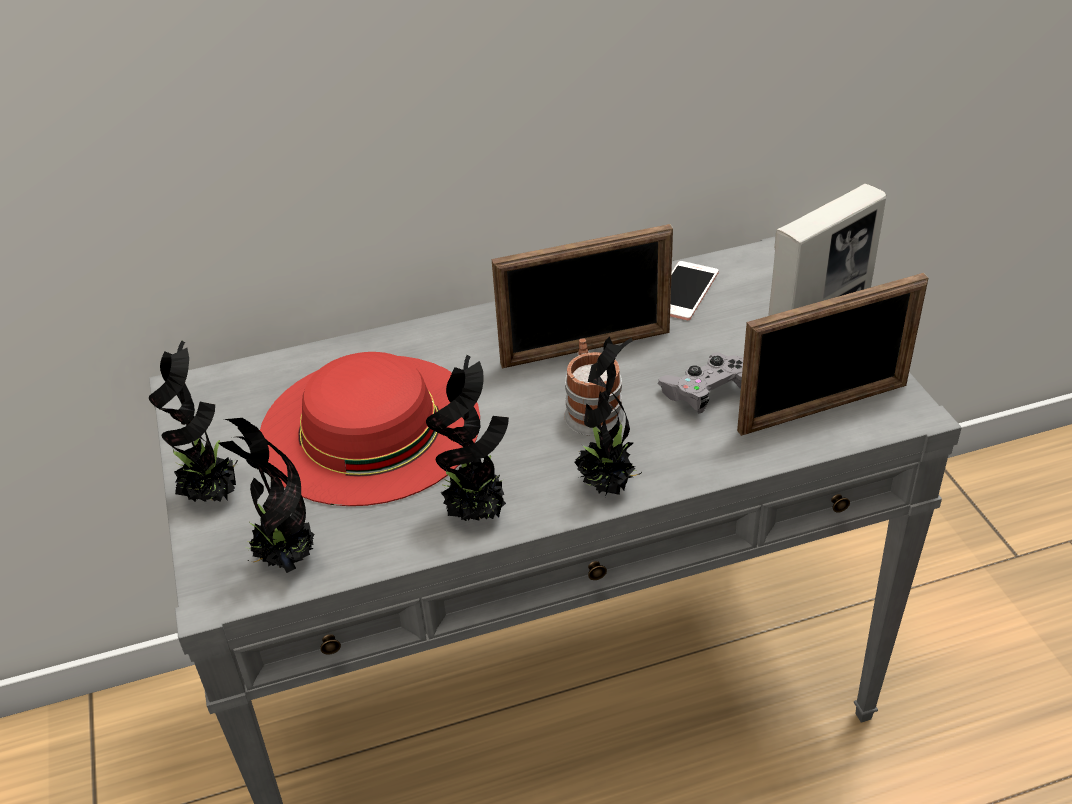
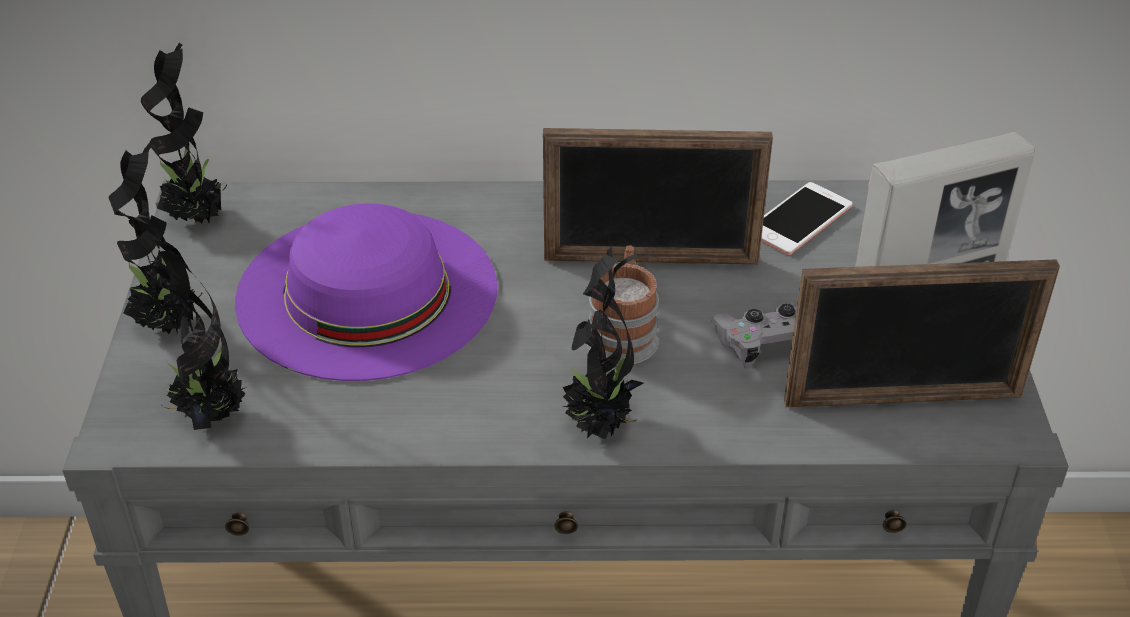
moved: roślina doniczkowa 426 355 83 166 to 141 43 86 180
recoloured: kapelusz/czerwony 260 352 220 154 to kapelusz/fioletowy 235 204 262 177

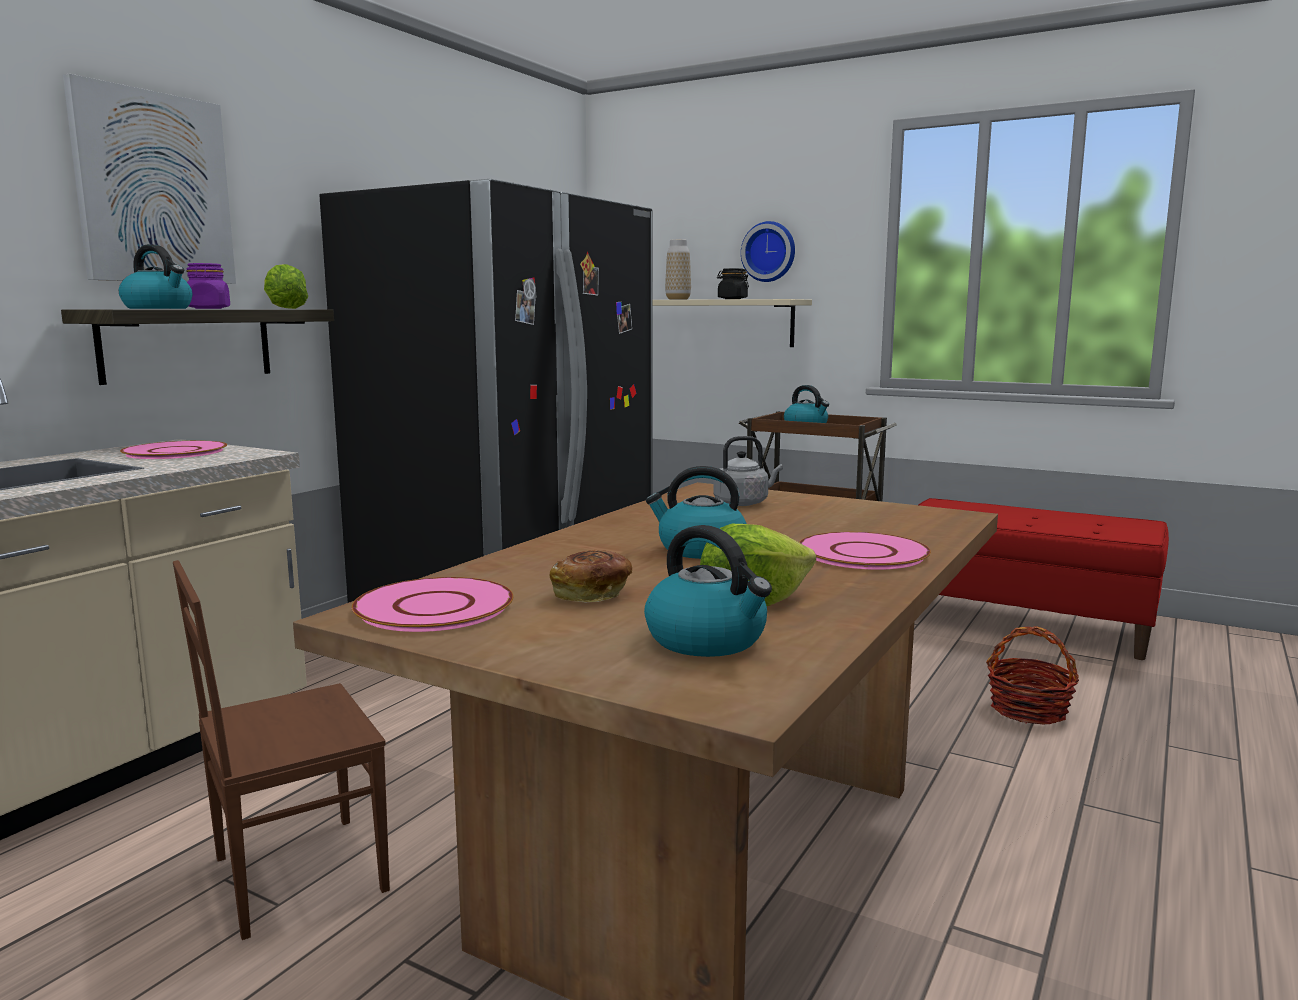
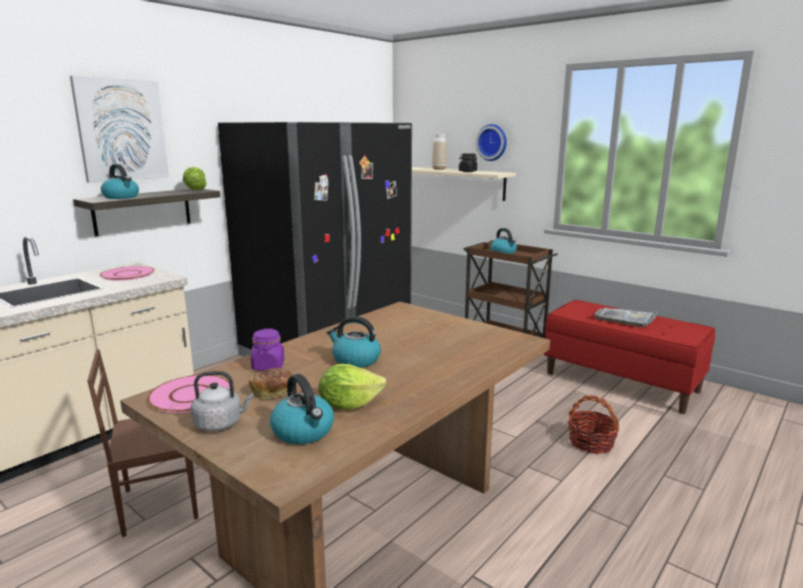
removed: talerz/różowy 799 532 132 38
added: taca/szary 594 308 64 19
moved: słoik/fioletowy 187 263 43 46 to 251 329 33 41; czajnik/szary 713 436 70 70 to 191 371 63 61

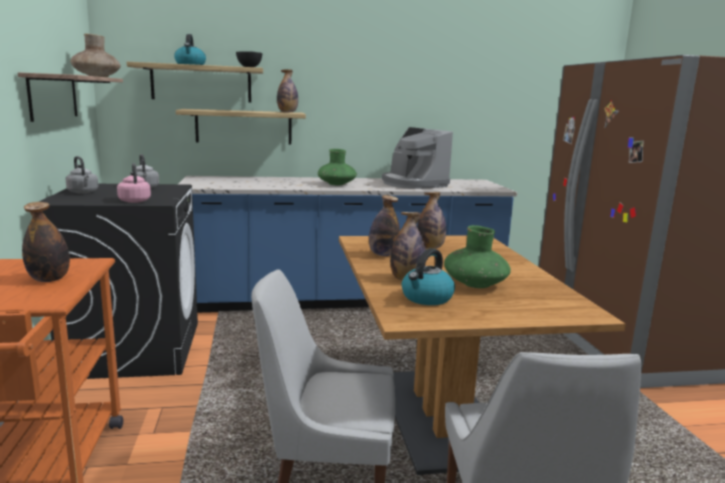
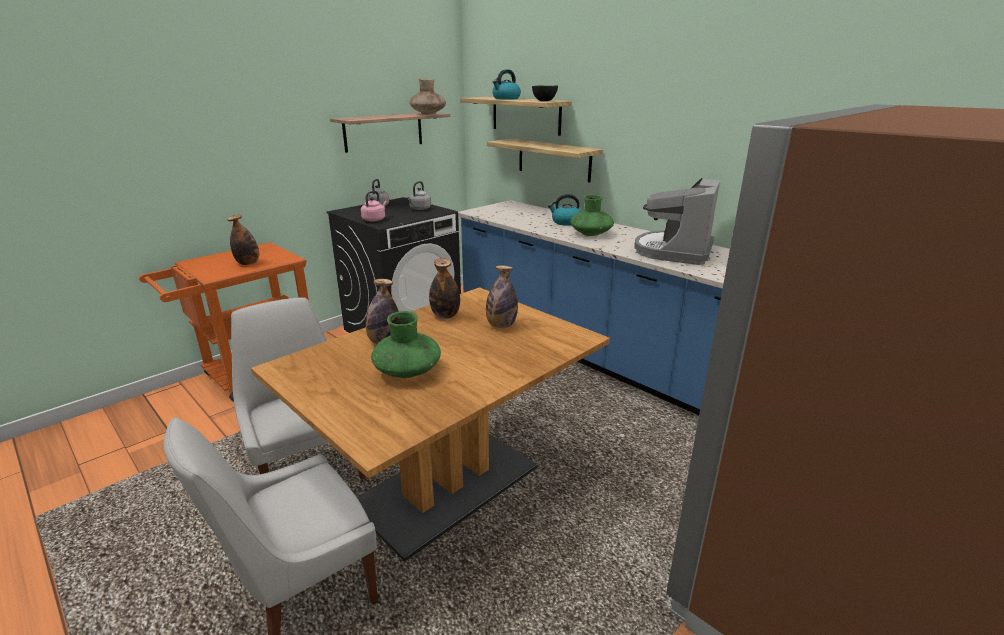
removed: butelka 277 69 21 43
moved: czajnik 402 249 53 56 to 548 194 32 32

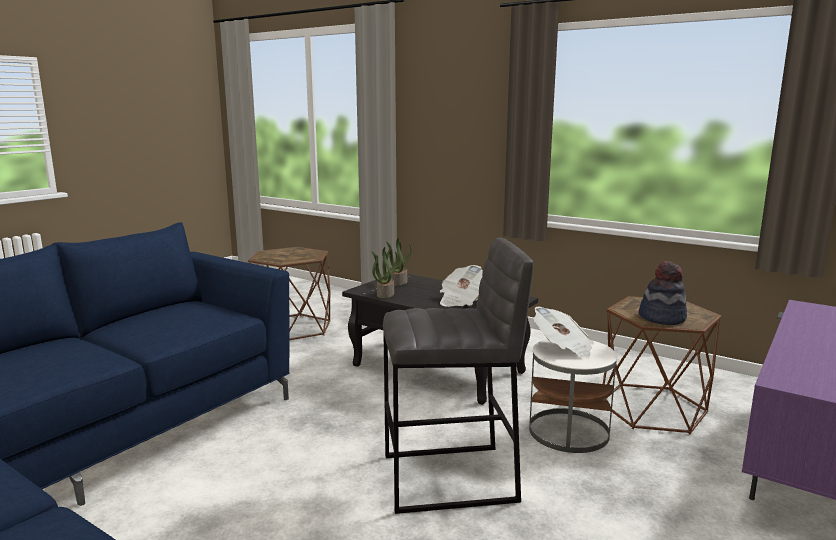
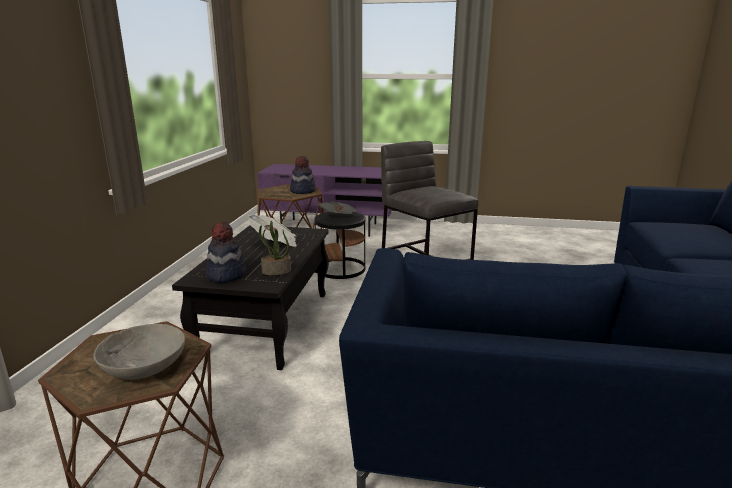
added: miska/szary 93 324 92 56
replaced: roślina doniczkowa 386 238 26 48 to kapelusz 206 222 41 61
recoloured: stolik/biały 529 339 88 114 to stolik/czarny 314 212 52 67

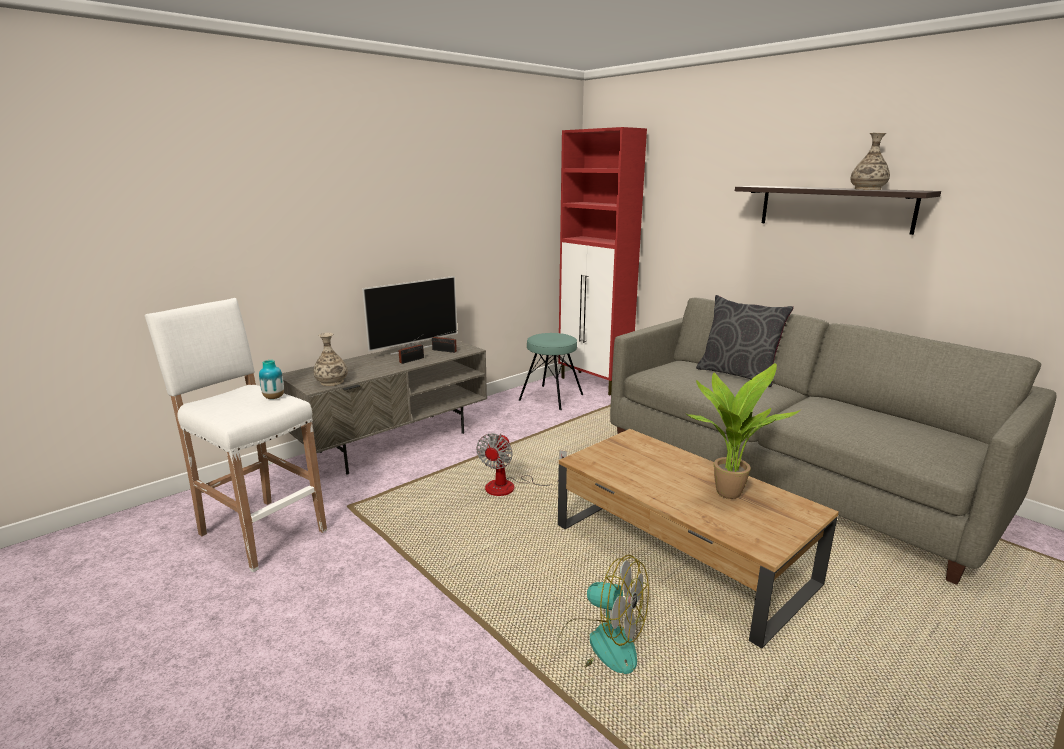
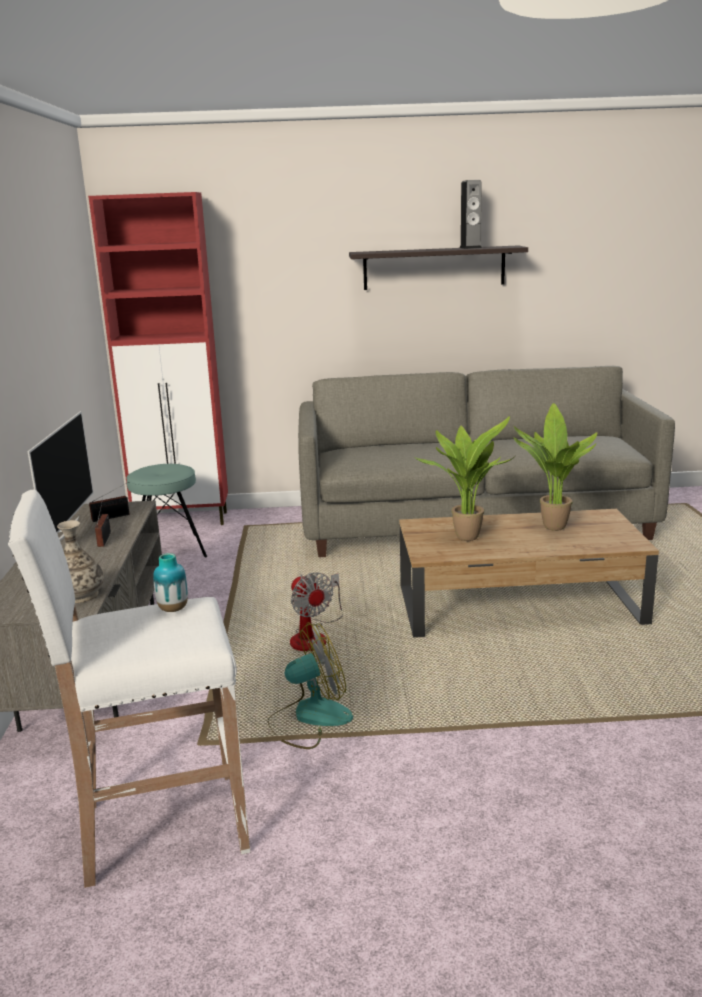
removed: poduszka/szary 696 295 98 92
added: roślina doniczkowa 413 416 102 125
moved: wentylator 558 555 91 119 to 268 622 85 127
replaced: wazon 850 133 40 57 to głośnik 459 180 23 69

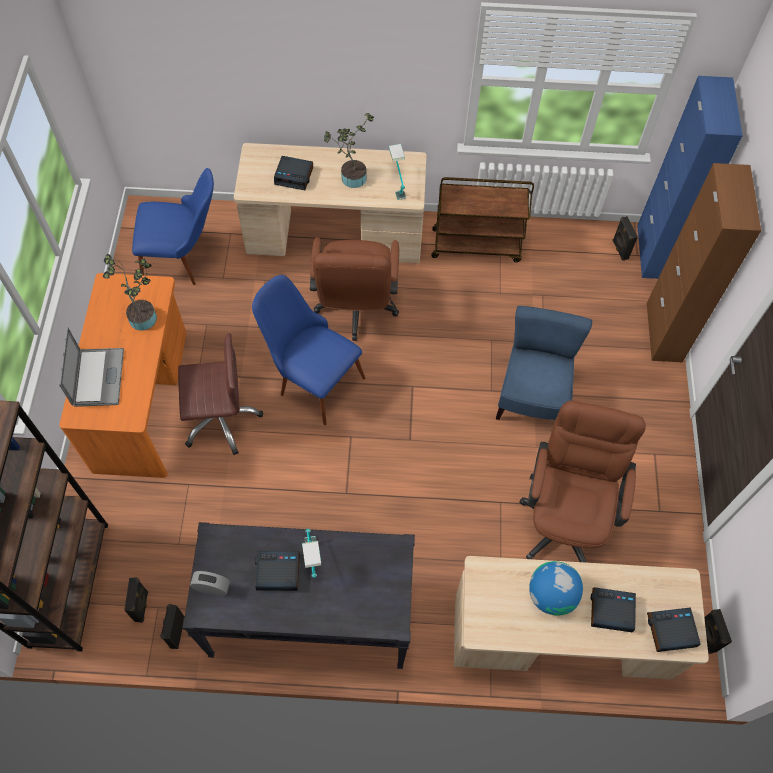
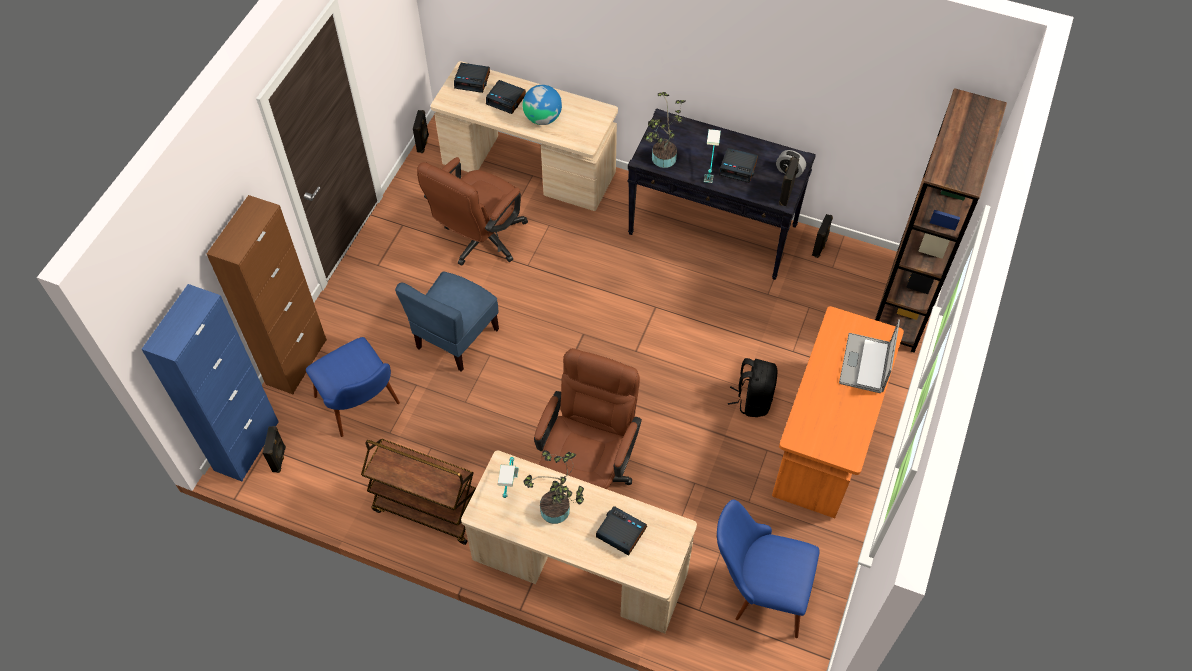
moved: roślina doniczkowa 103 254 54 77 to 644 92 42 76; krzesło/niebieski 252 275 113 150 to 306 337 94 100; głośnik/czarny 124 577 24 46 to 779 157 20 49
replaced: krzesło biurowe/brązowy 178 333 85 122 to plecak/czarny 728 358 49 59

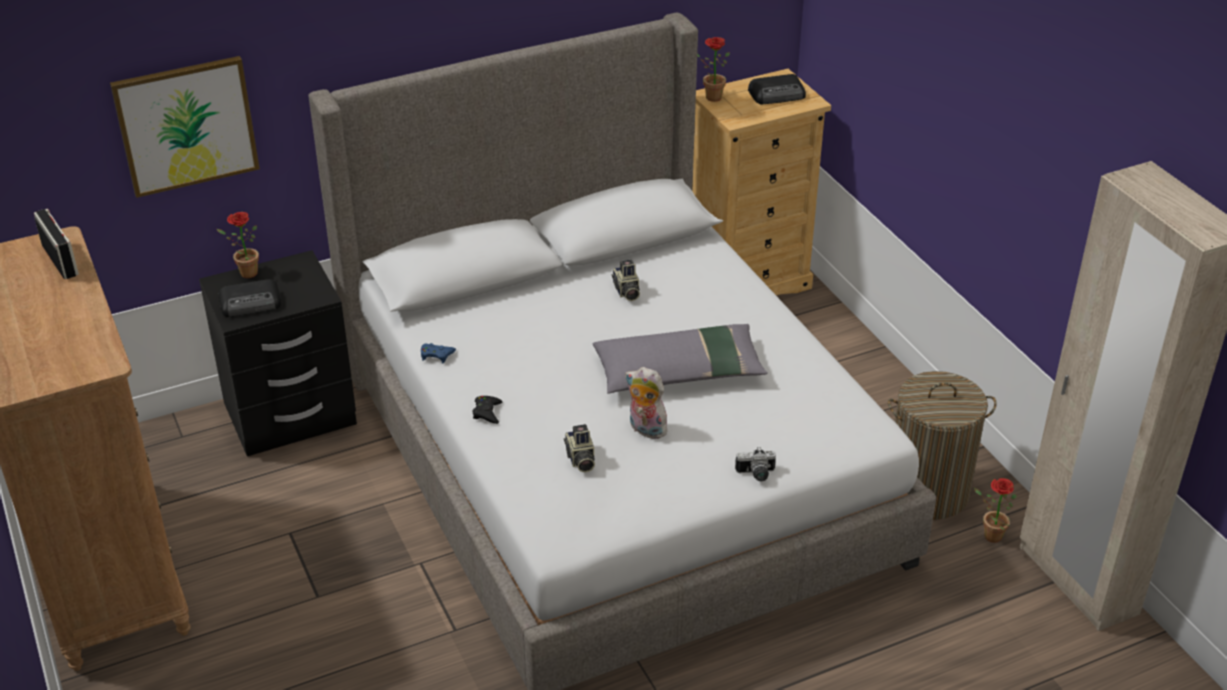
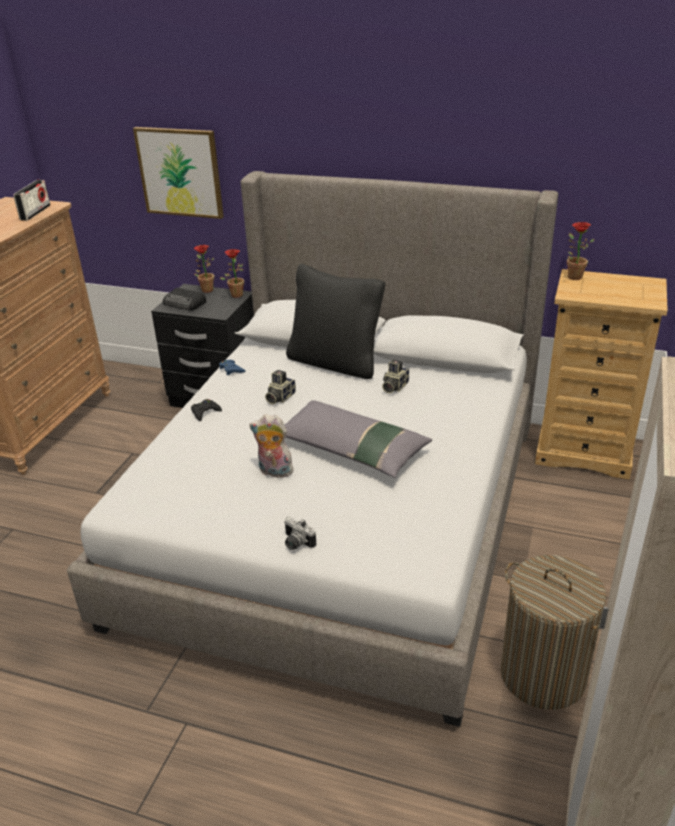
removed: radio 748 74 58 30
added: poduszka/czarny 286 264 99 115
moved: aparat fotograficzny 564 424 31 48 to 265 370 31 34; roślina doniczkowa 974 478 43 65 to 220 249 24 49
turned: pluszak 625 367 46 72 = 249 414 44 64 60 degrees counterclockwise

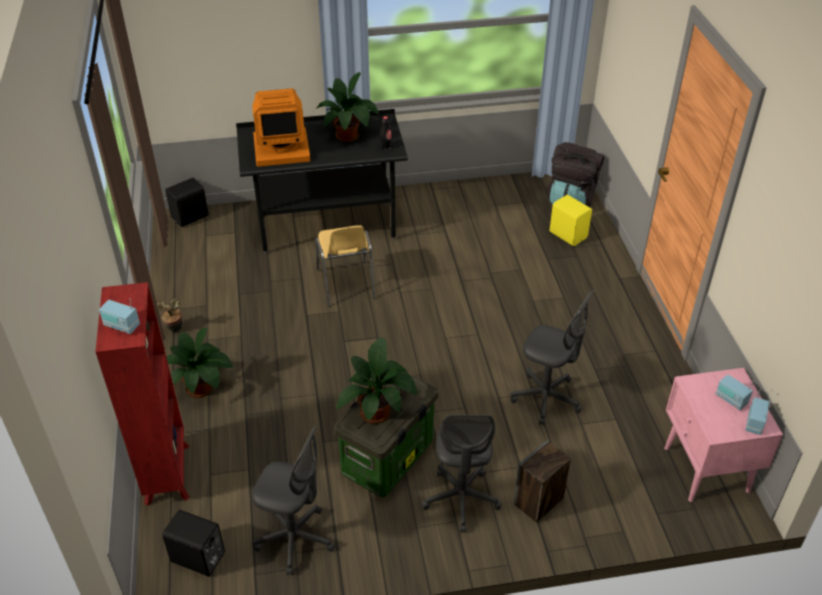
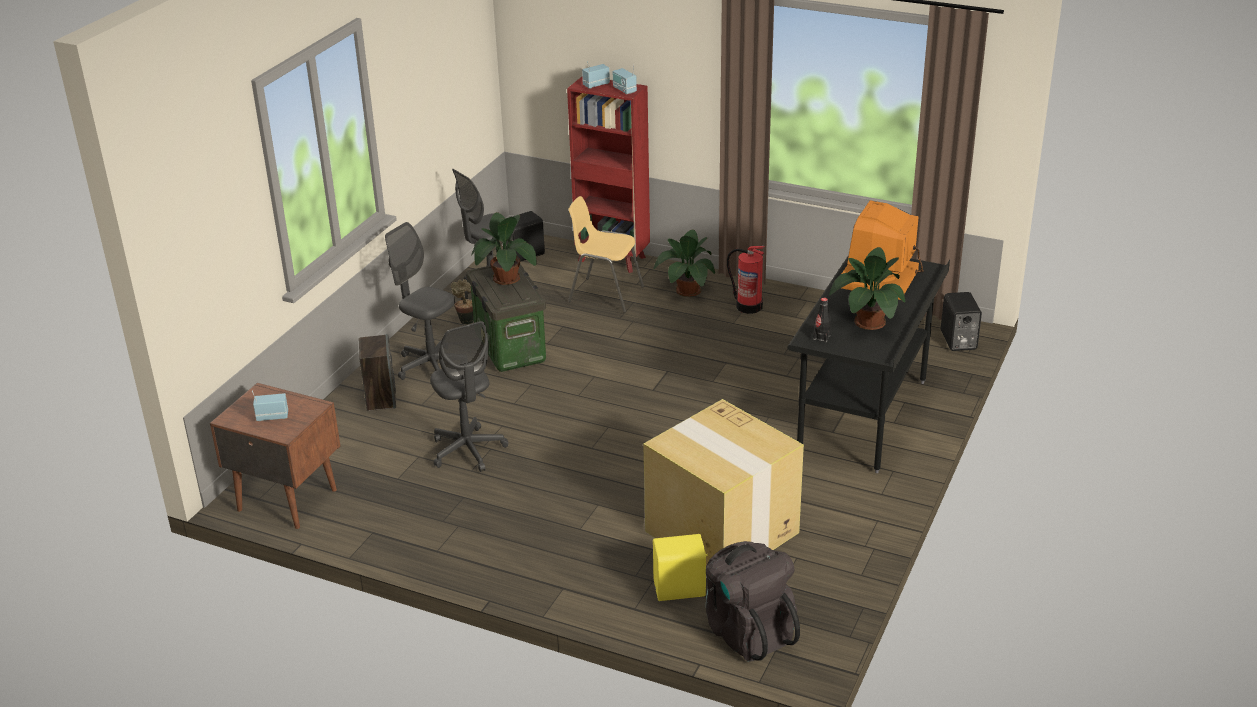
added: gaśnica 727 246 38 68; karton 643 399 161 166
moved: krzesło/żółty 316 225 60 82 to 568 196 76 117; roślina doniczkowa 157 299 25 33 to 451 279 23 46; radio 745 389 24 46 to 612 65 25 29
recoloured: szafka nocna/różowy 664 368 119 134 to szafka nocna/brązowy 210 383 130 146
turned: krzesło biurowe/szary 511 290 83 136 = 430 321 78 151 90 degrees counterclockwise

